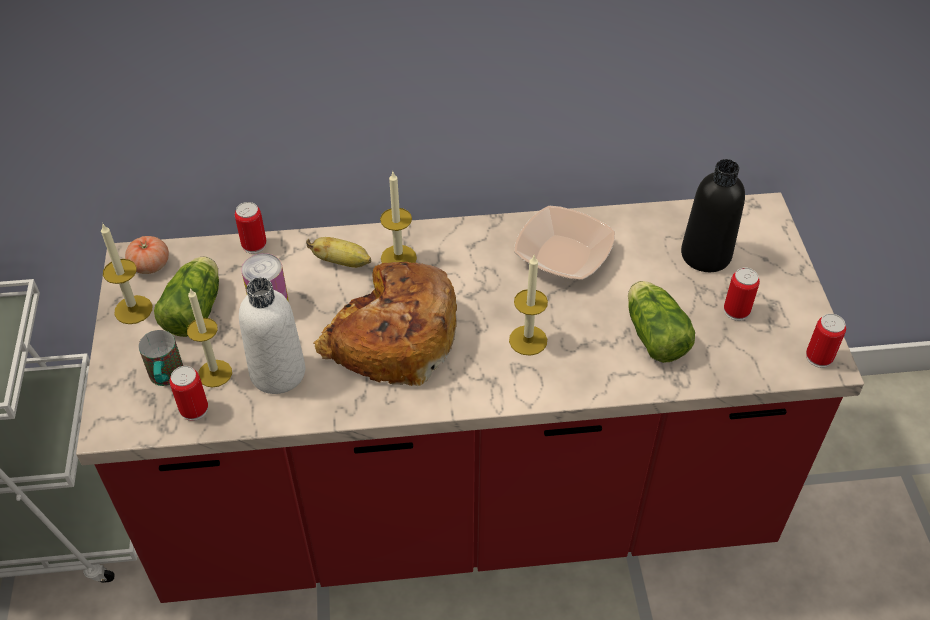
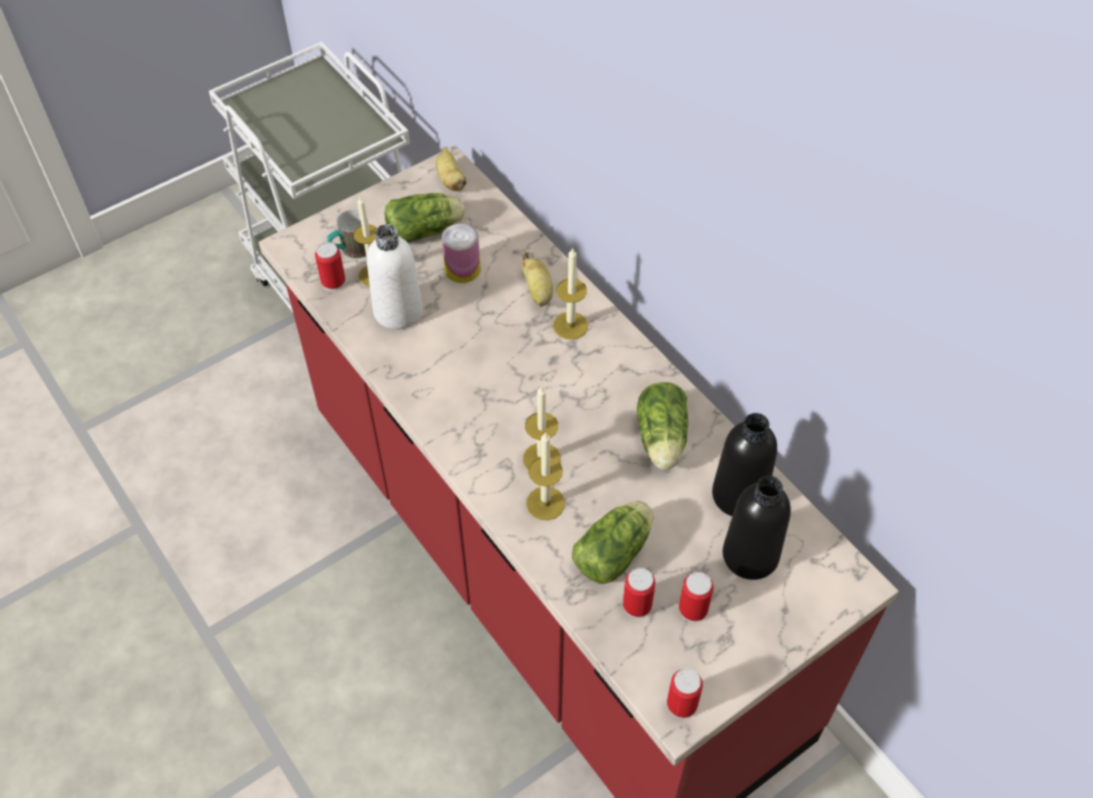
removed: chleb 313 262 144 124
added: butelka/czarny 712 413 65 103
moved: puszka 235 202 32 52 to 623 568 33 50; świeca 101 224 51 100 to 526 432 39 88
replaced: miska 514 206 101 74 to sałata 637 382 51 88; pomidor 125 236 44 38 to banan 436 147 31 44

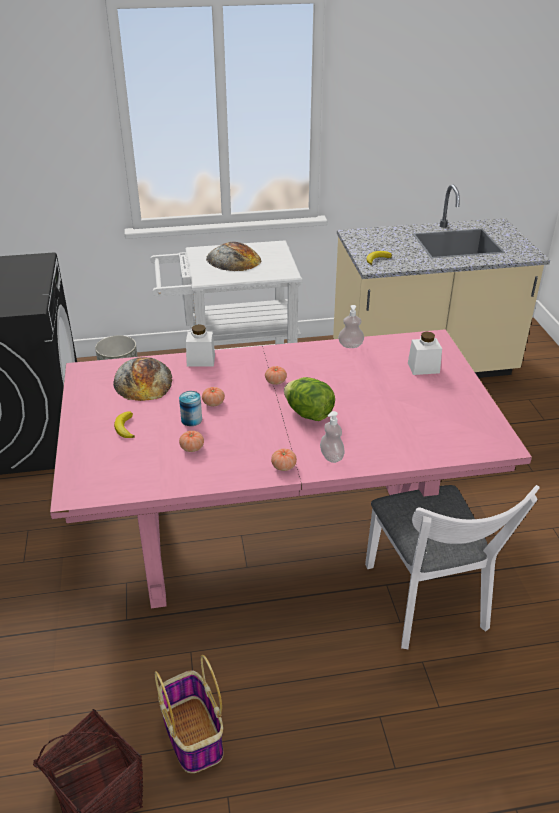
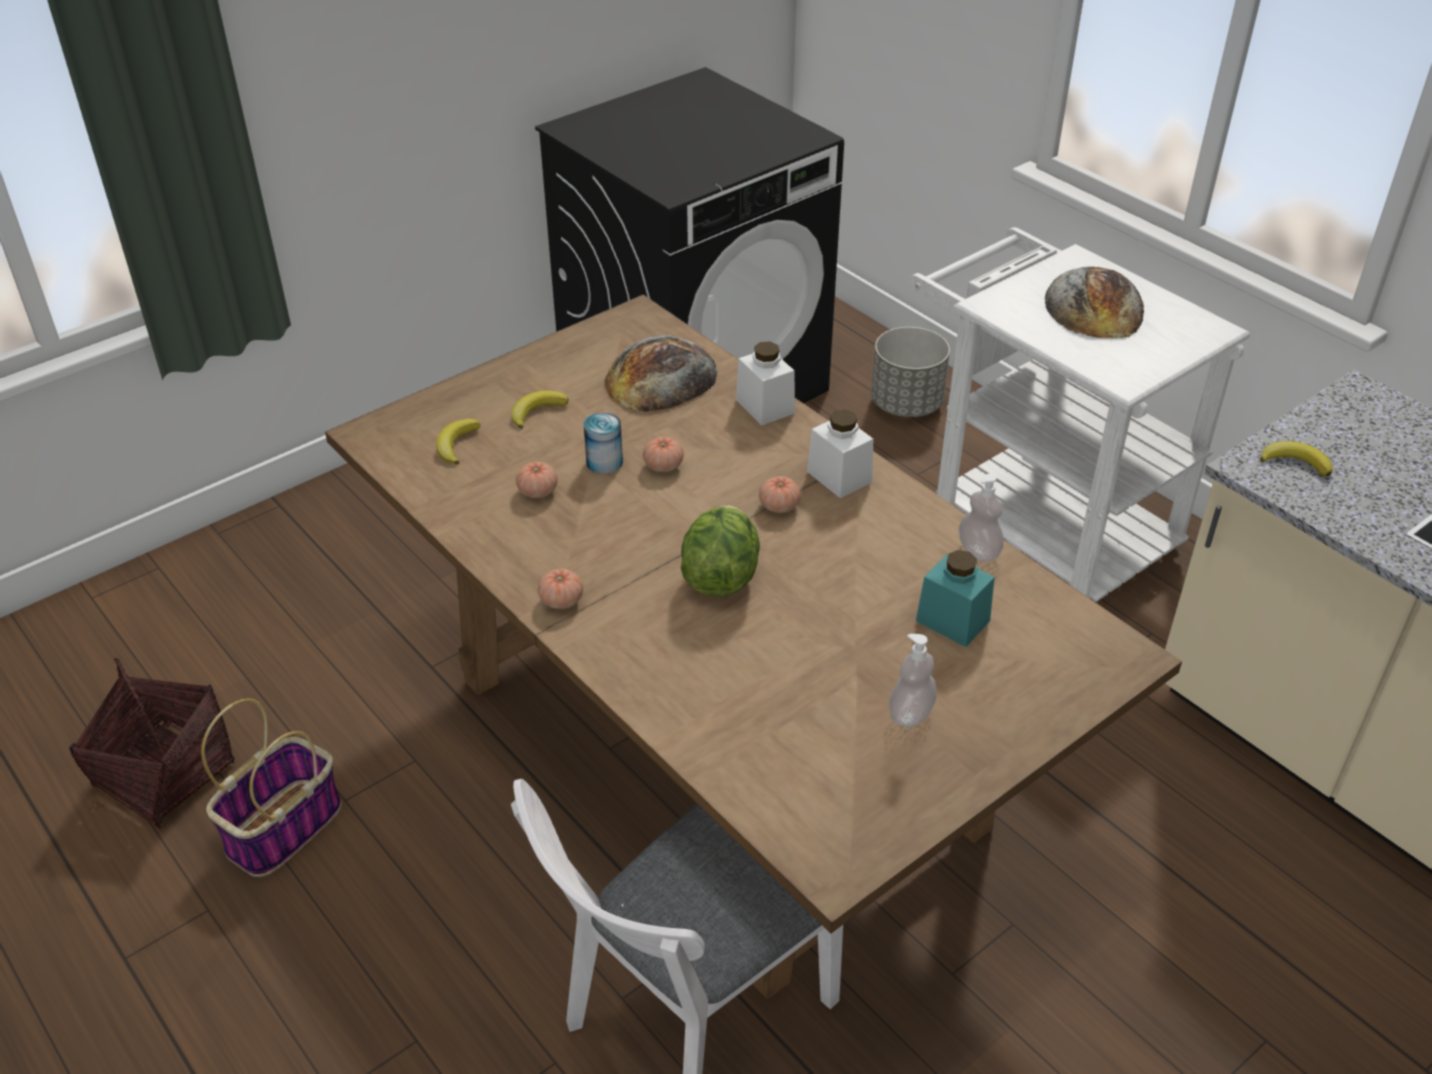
added: banan 437 419 43 46; słoik/turkusowy 916 550 79 97
moved: słoik/biały 408 332 34 43 to 807 410 66 88; dozownik mydła 320 411 25 52 to 889 634 48 93
recoloured: stół jadalny/różowy 50 329 482 279 to stół jadalny/brązowy 325 294 857 705

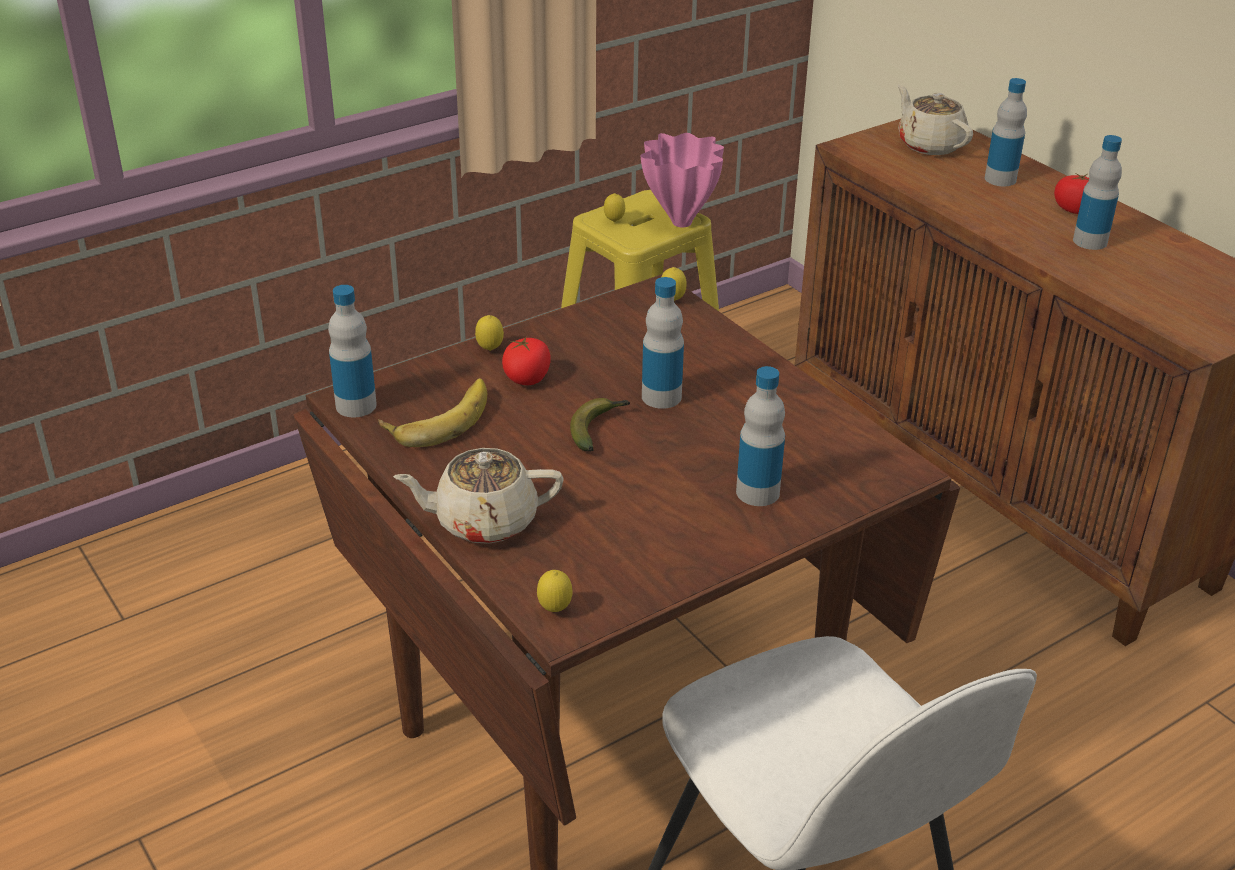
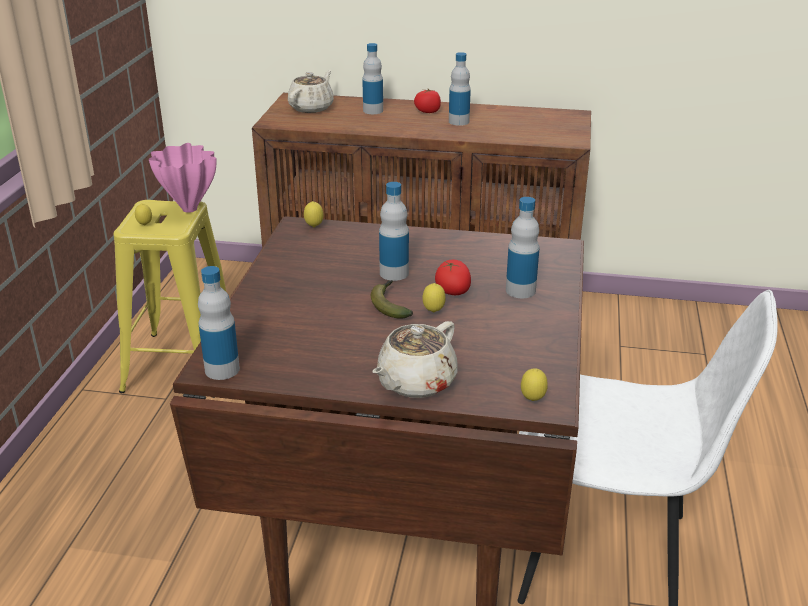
removed: banan 378 378 109 69
moved: cytryna 475 315 29 36 to 422 283 23 30; pomidor 502 337 49 48 to 435 260 36 35
turned: imbryk/beżowy 898 85 75 70 = 288 70 46 43 105 degrees clockwise

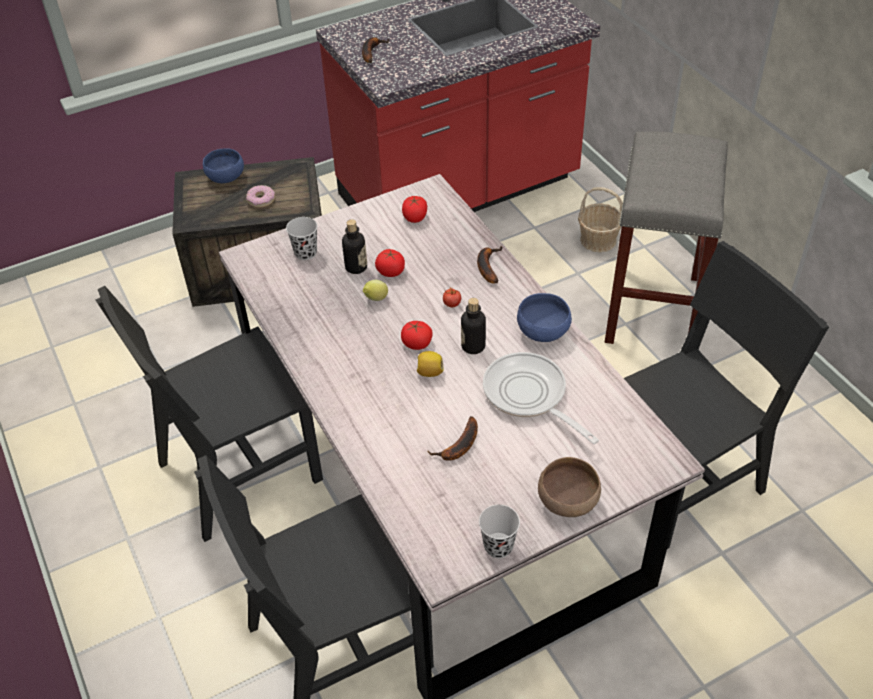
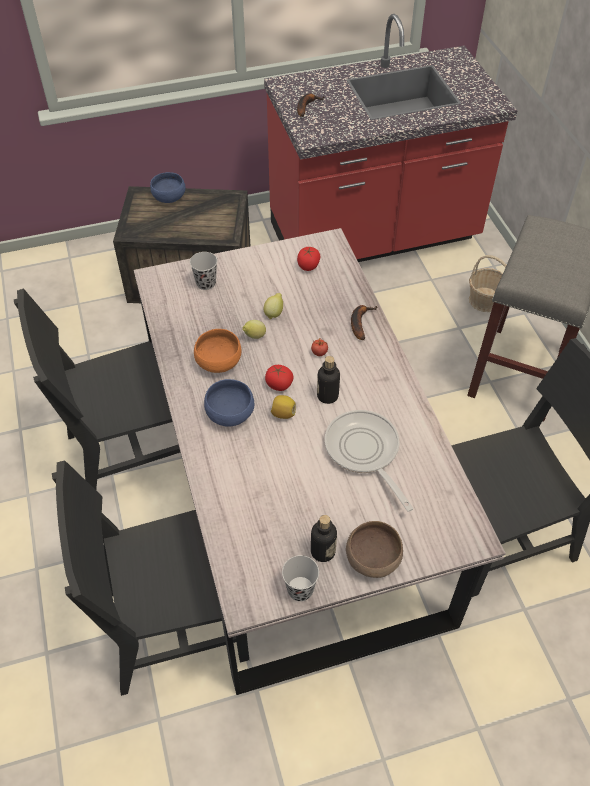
removed: donut 246 185 29 23; banan 427 416 51 45
added: miska/pomarańczowy 194 329 47 44
moved: butelka 342 219 25 55 to 311 515 26 47; miska/niebieski 517 293 55 49 to 204 379 50 48
replaced: pomidor 375 249 30 28 to cytryna 263 293 20 26

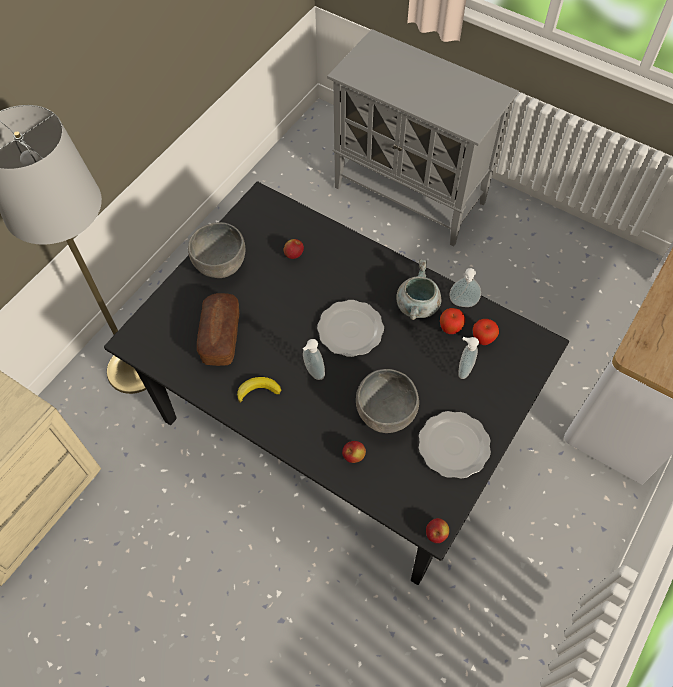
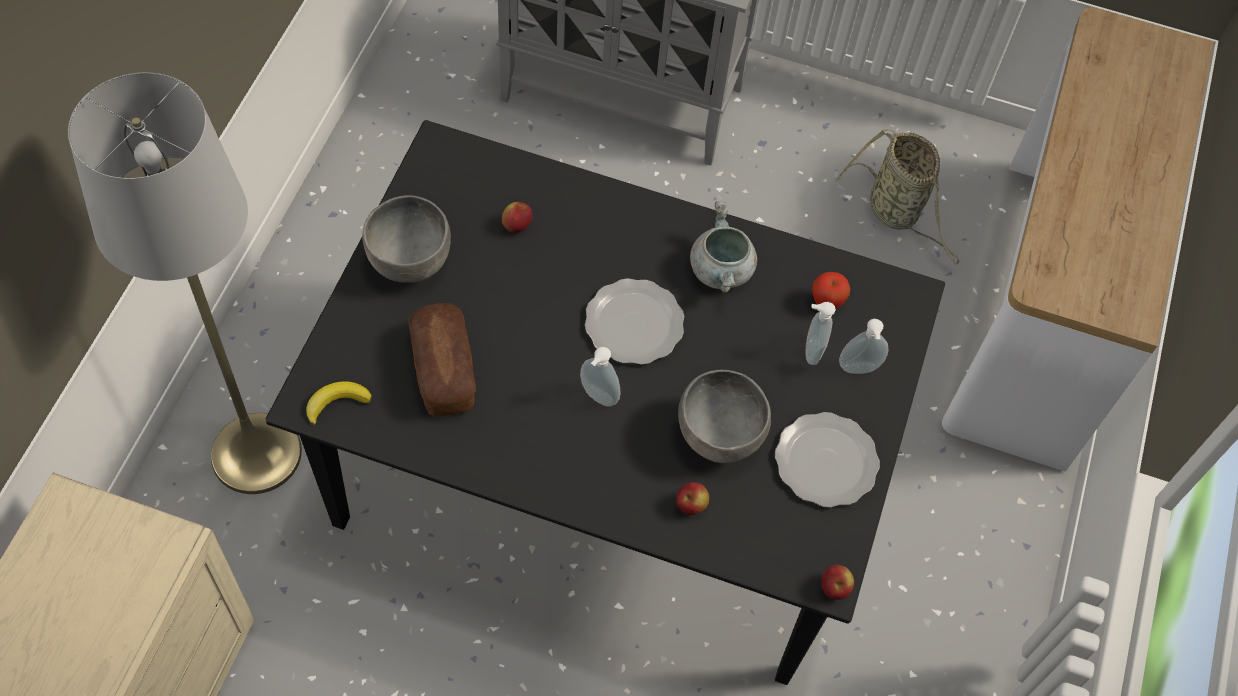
removed: jabłko 440 308 25 26
added: koszyk 835 130 125 135
moved: dozownik mydła 449 268 32 39 to 839 319 49 55; banan 237 377 44 26 to 306 381 66 45

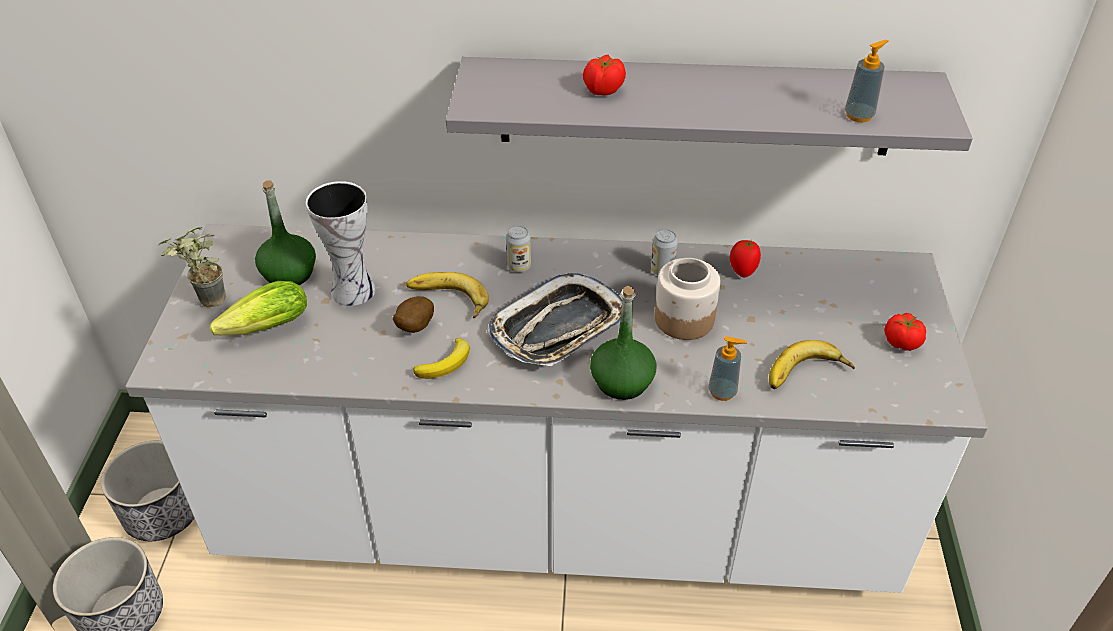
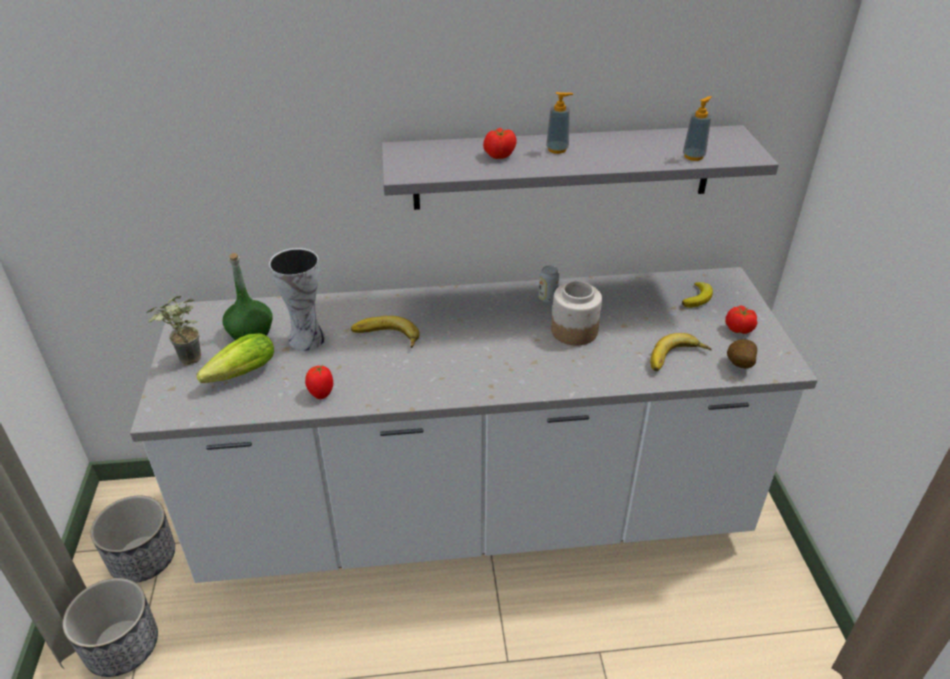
removed: puszka 506 226 25 46; taca 487 273 136 93; butelka/zielony 590 286 67 114
moved: pomidor 730 240 31 37 to 305 366 28 33; ziemniak 393 296 41 37 to 727 339 30 29; dozownik mydła 709 336 38 65 to 546 92 27 62; banan 413 338 57 41 to 682 282 31 26

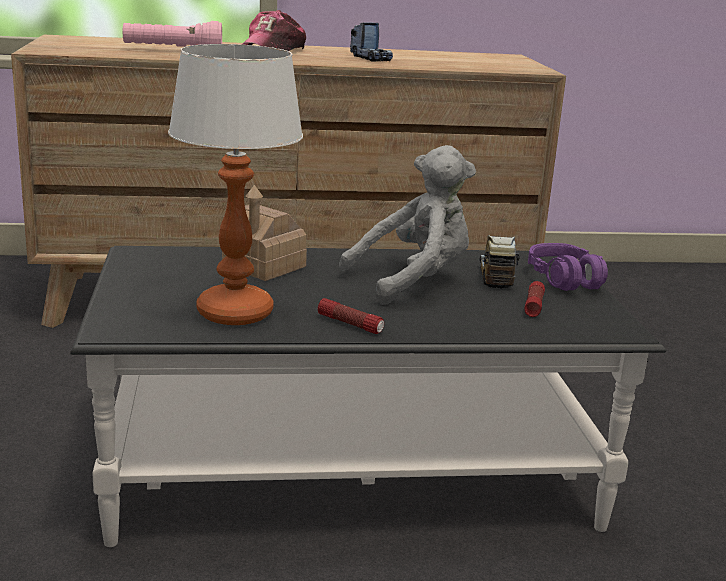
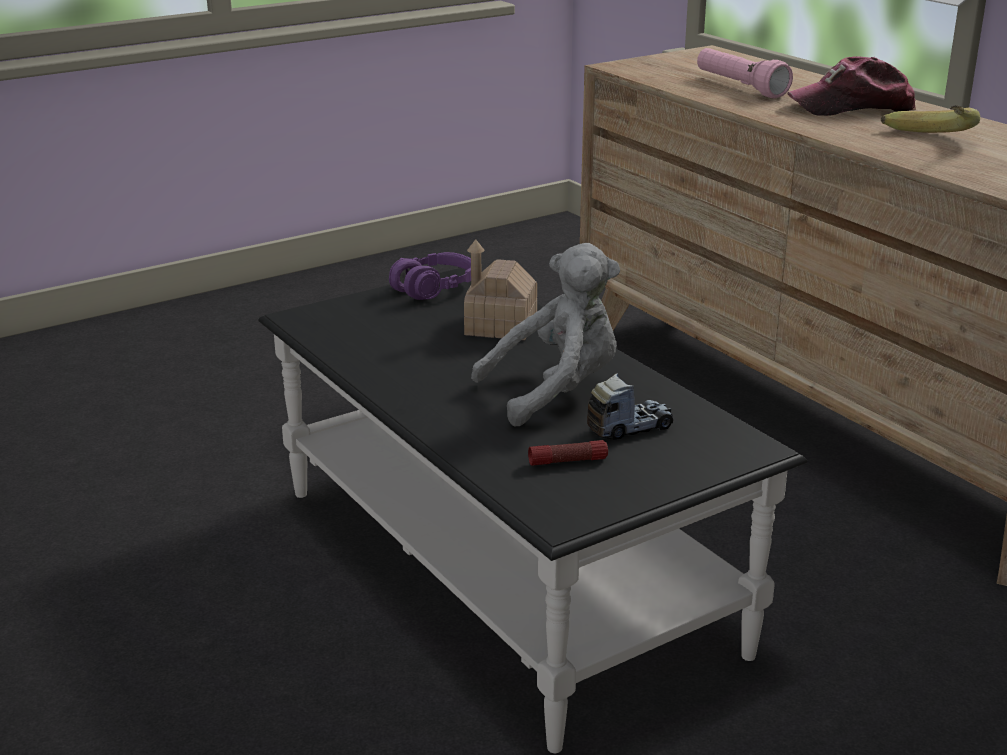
removed: lampa stołowa 168 44 135 281; latarka 318 298 66 36
moved: słuchawki/fioletowy 528 243 80 48 to 389 252 82 48
replaced: ciężarówka zabawkowa 350 22 43 40 to banan 881 105 99 28
turned: pluszak/szary 339 145 137 160 = 471 243 149 184 60 degrees counterclockwise

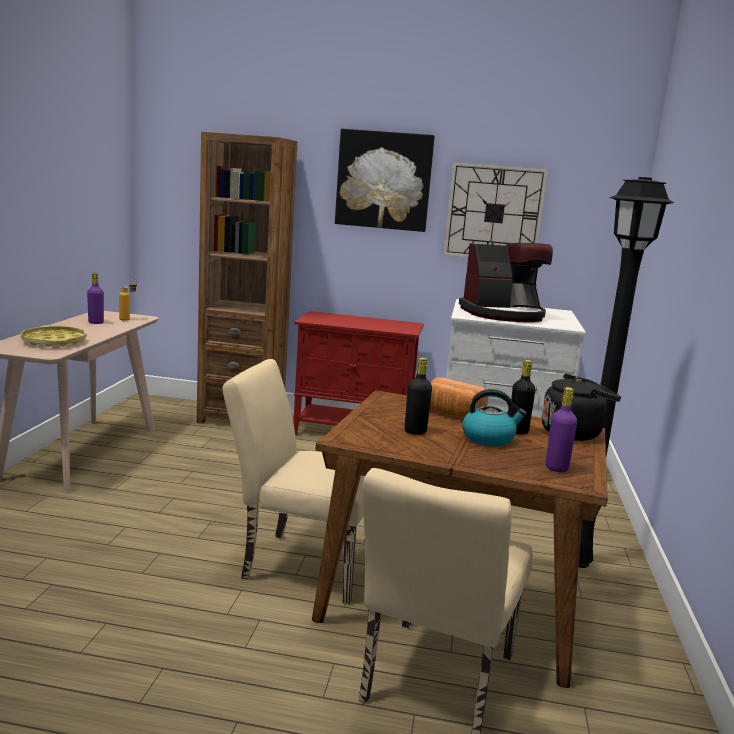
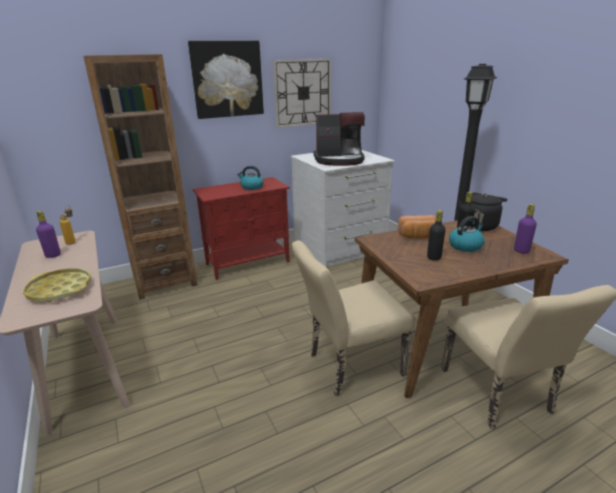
added: czajnik 237 166 26 24
turned: ekspres do kawy 459 243 94 79 = 313 112 52 54 45 degrees clockwise

